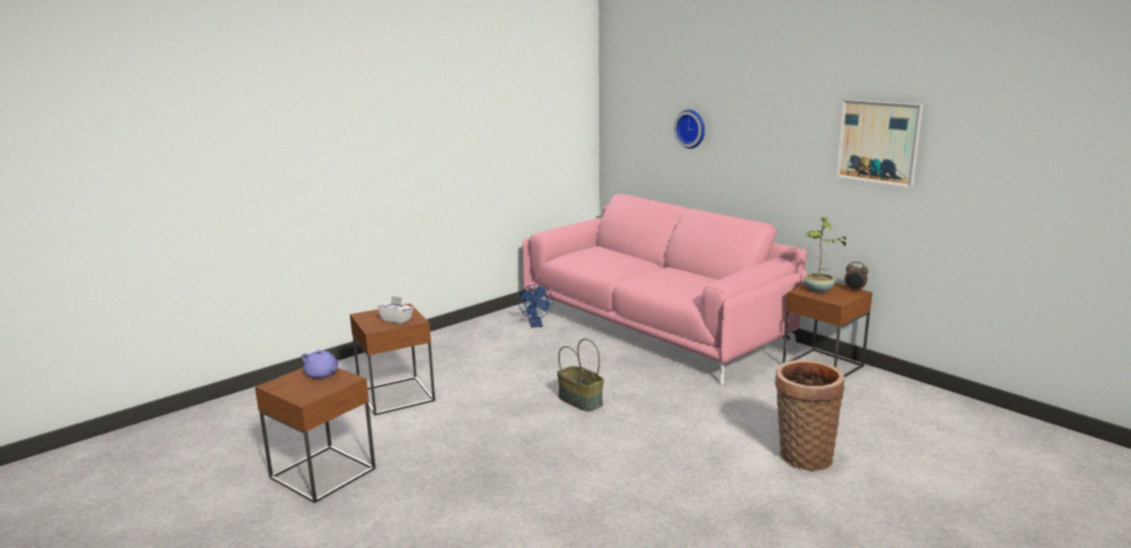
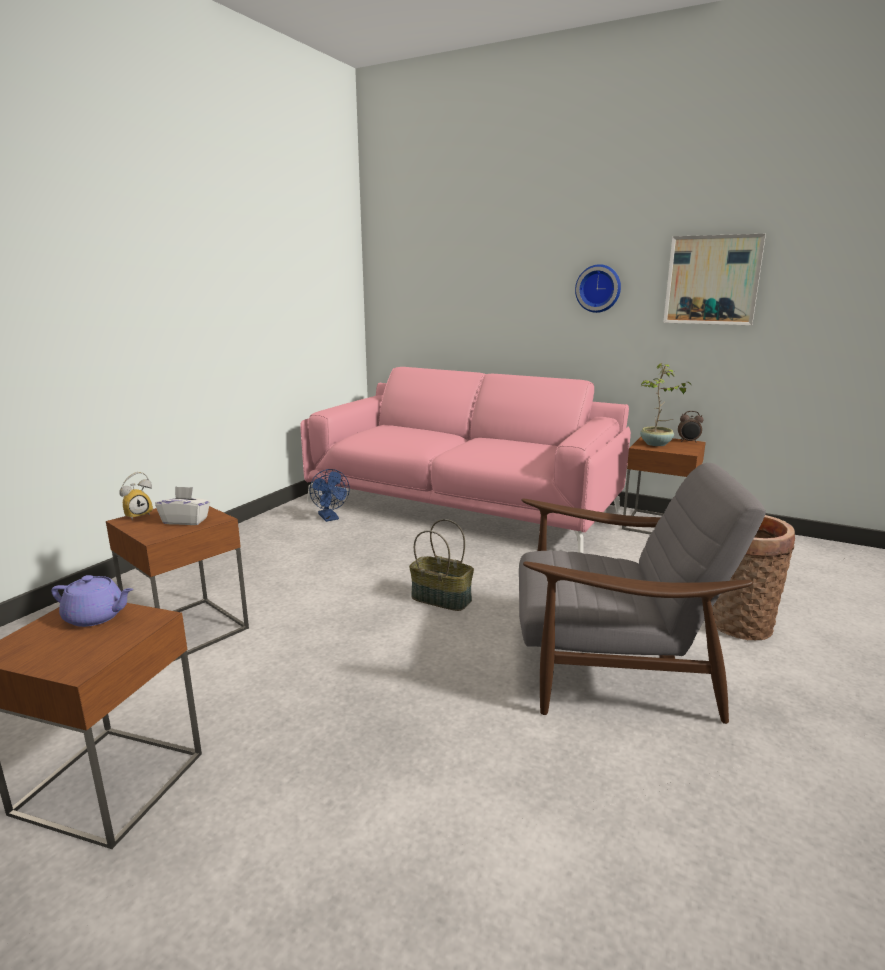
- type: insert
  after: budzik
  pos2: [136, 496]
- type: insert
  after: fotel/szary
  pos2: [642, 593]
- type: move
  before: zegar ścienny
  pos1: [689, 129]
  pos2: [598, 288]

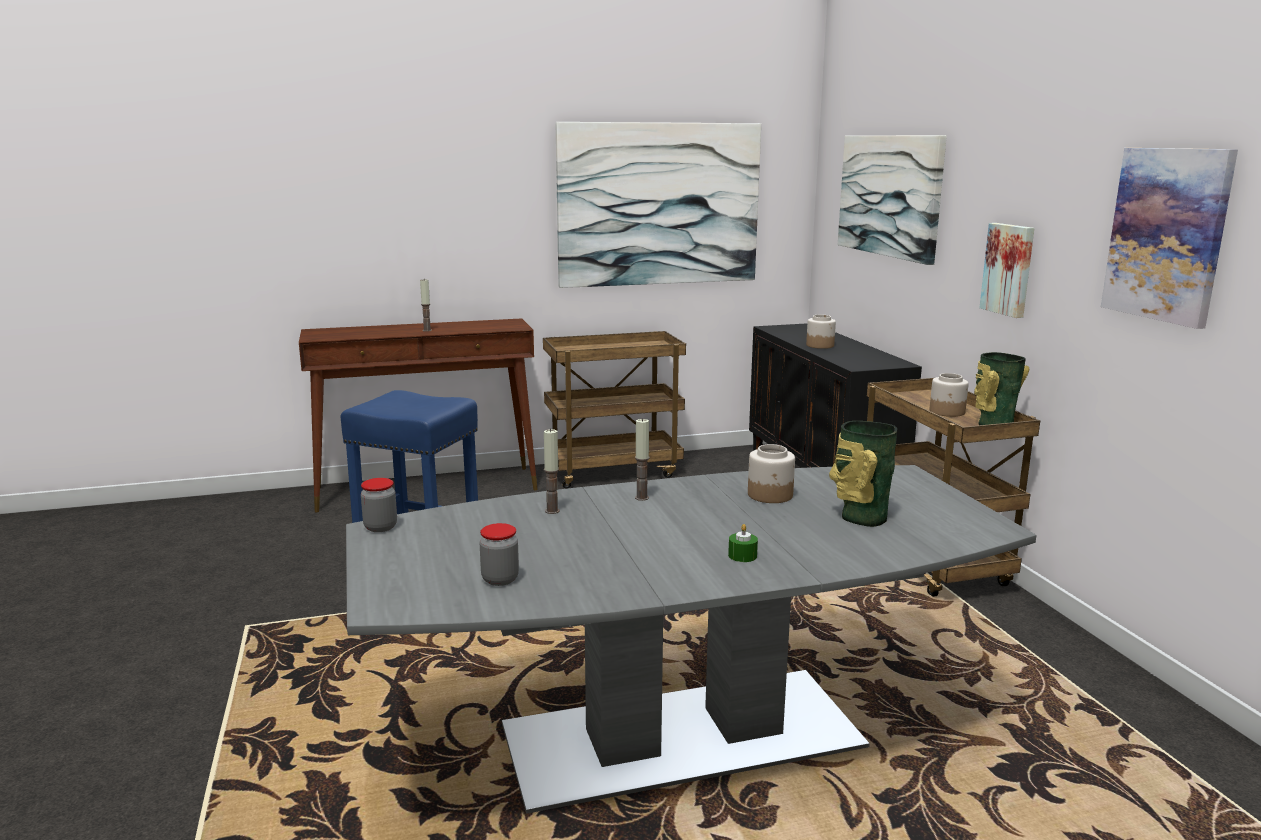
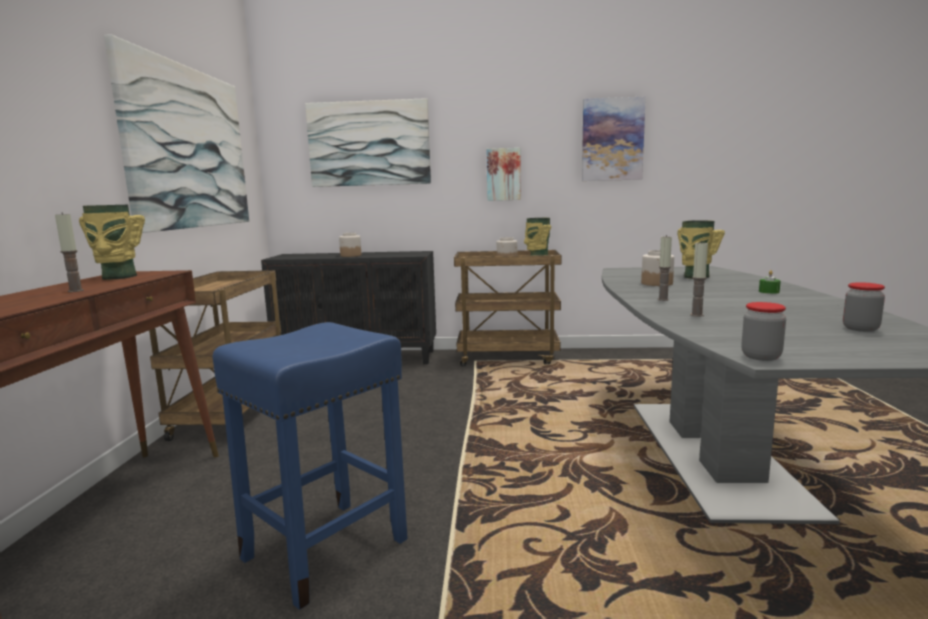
- type: insert
  after: wazon
  pos2: [112, 242]

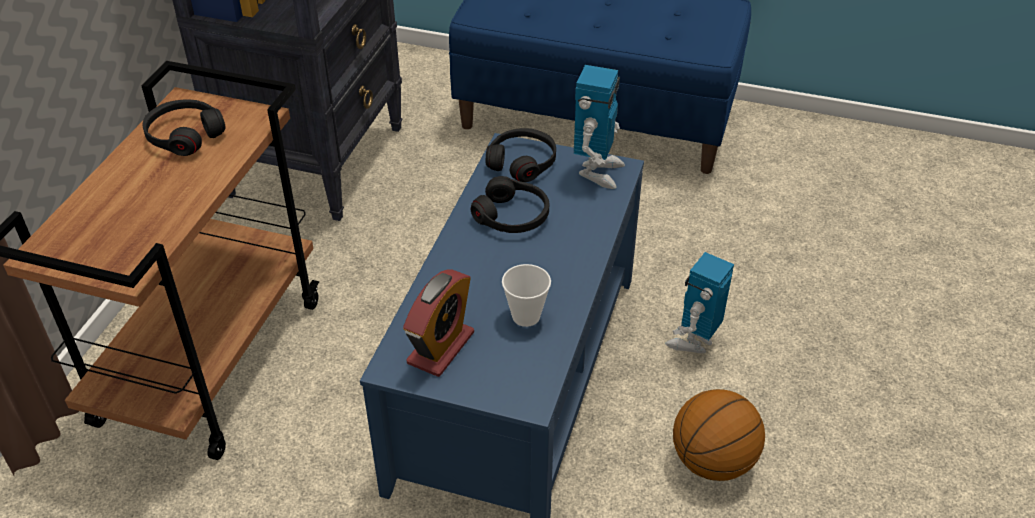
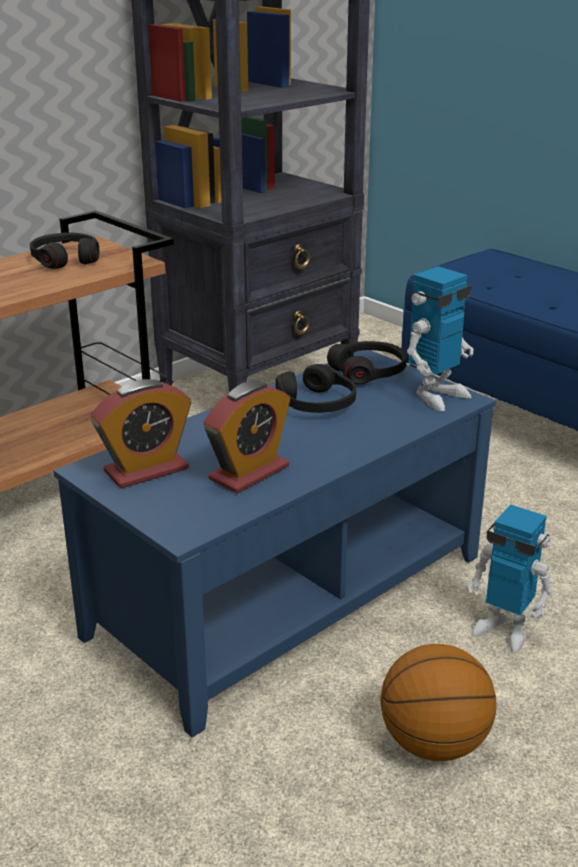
- type: replace
  before: filiżanka
  after: budzik
  pos1: [526, 295]
  pos2: [247, 437]
- type: rotate
  before: robot zabawkowy
  pos1: [700, 302]
  pos2: [510, 578]
  turn: -120

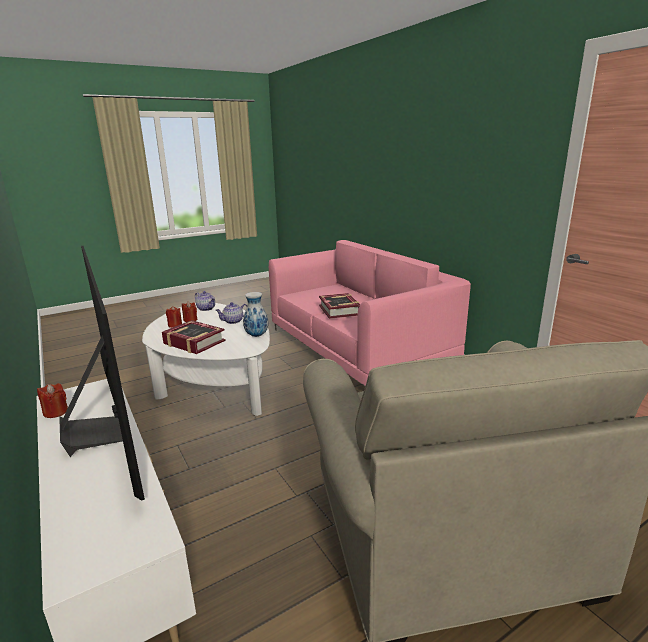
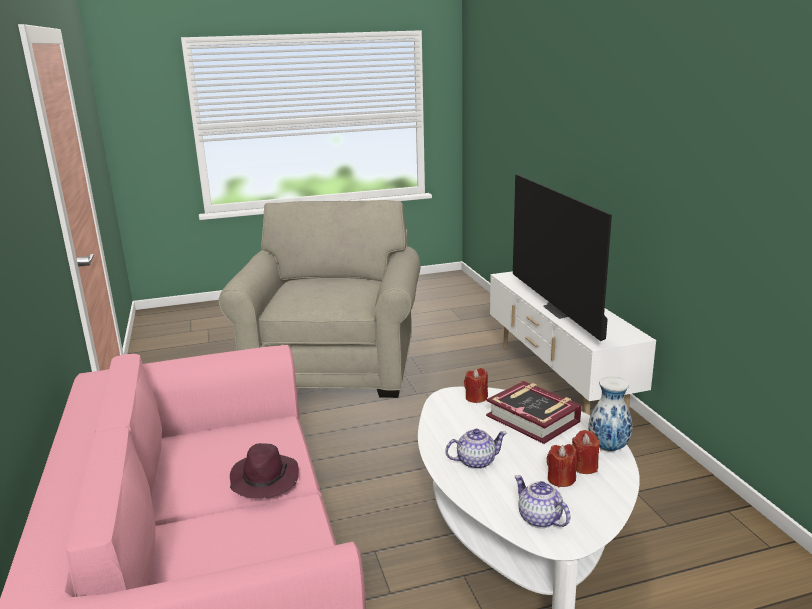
- type: move
  before: świeca/czerwony
  pos1: [52, 400]
  pos2: [476, 385]
- type: move
  before: wazon
  pos1: [256, 314]
  pos2: [610, 414]
- type: replace
  before: książka
  after: kapelusz/fioletowy
  pos1: [339, 306]
  pos2: [264, 470]

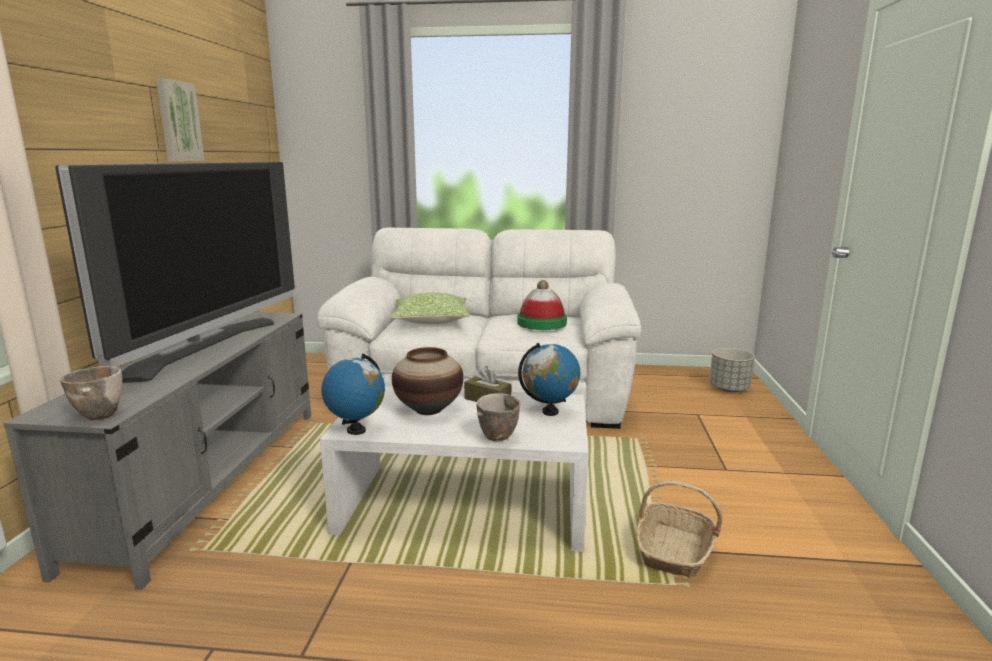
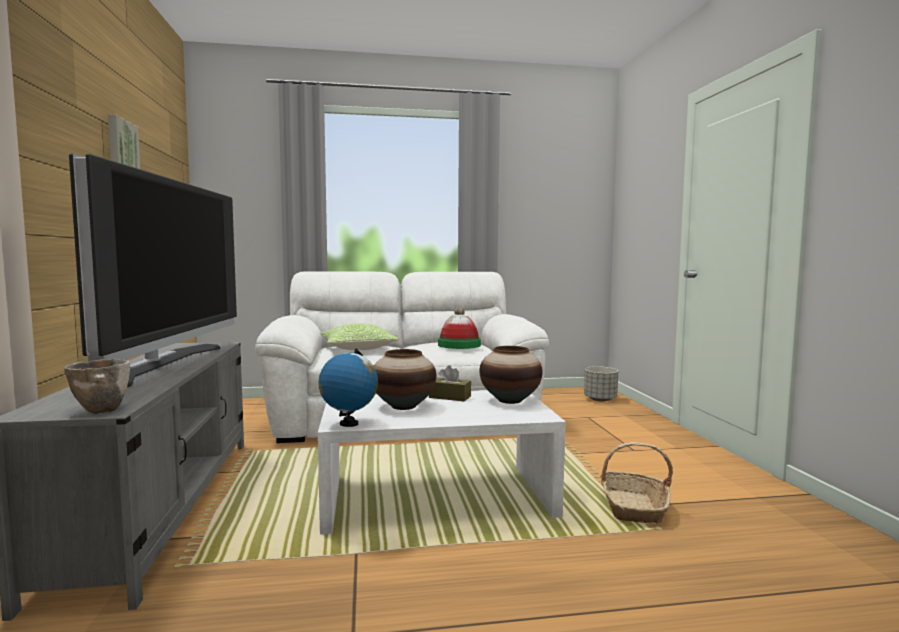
- type: delete
  before: miska
  pos1: [498, 417]
- type: replace
  before: globus
  after: wazon
  pos1: [549, 379]
  pos2: [511, 375]

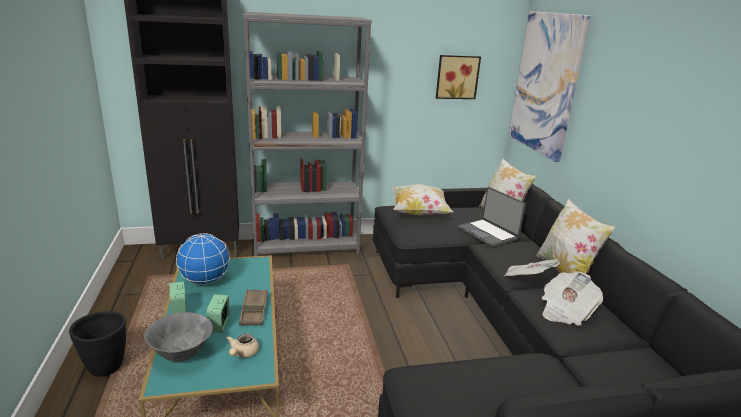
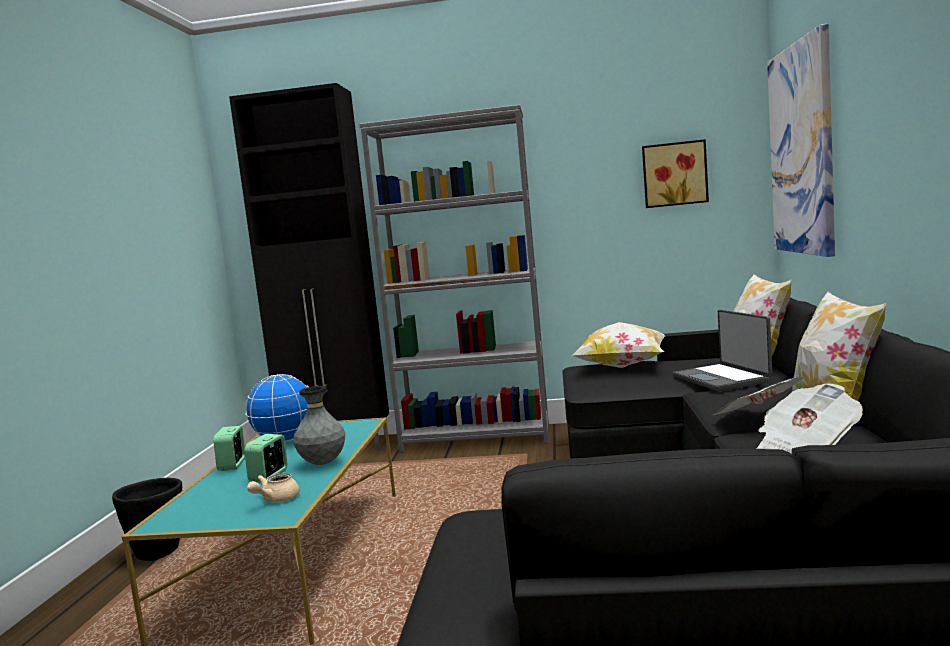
- type: delete
  before: miska/szary
  pos1: [178, 337]
- type: replace
  before: taca/brązowy
  after: wazon/szary
  pos1: [253, 307]
  pos2: [319, 425]

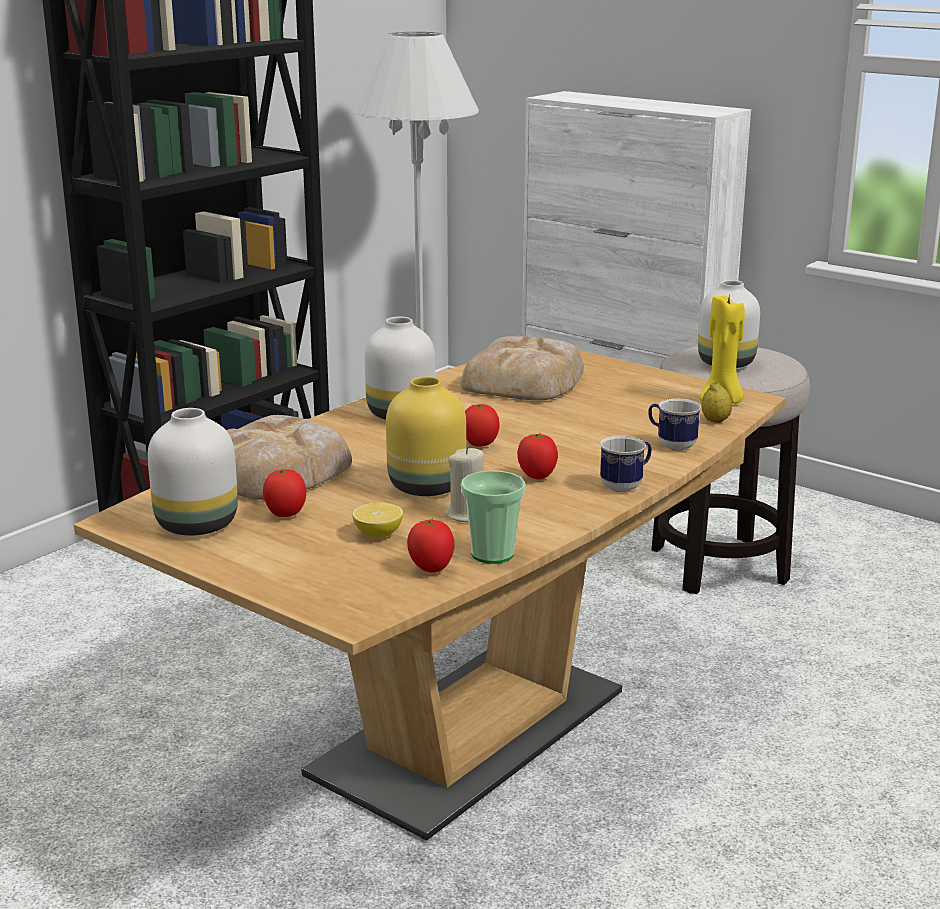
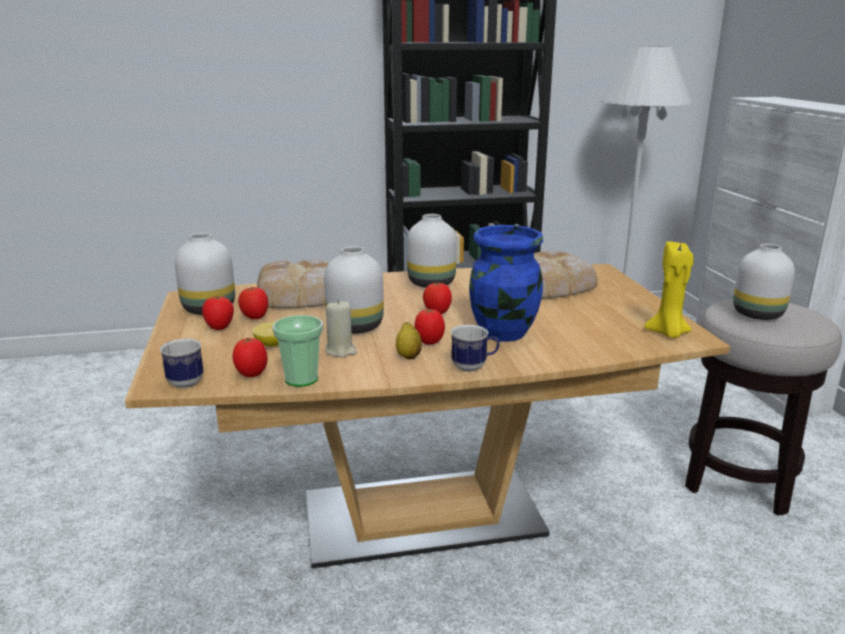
- type: insert
  after: pomidor
  pos2: [218, 313]
- type: insert
  after: wazon/niebieski
  pos2: [506, 283]
- type: move
  before: kubek
  pos1: [674, 425]
  pos2: [181, 363]
- type: move
  before: cytryna
  pos1: [717, 402]
  pos2: [409, 340]
- type: recolor
  before: wazon/żółty
  after: wazon/biały
  pos1: [426, 436]
  pos2: [354, 290]

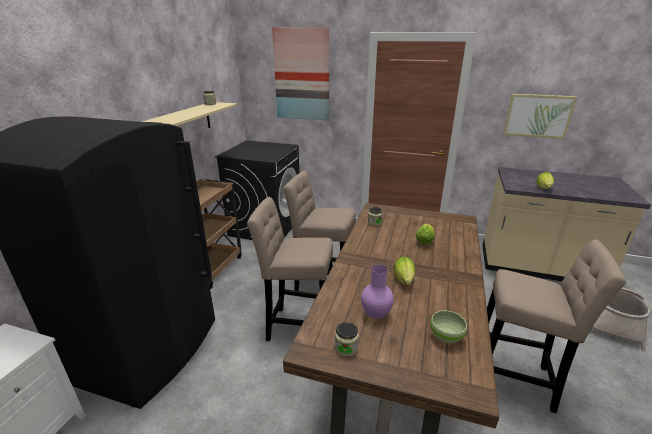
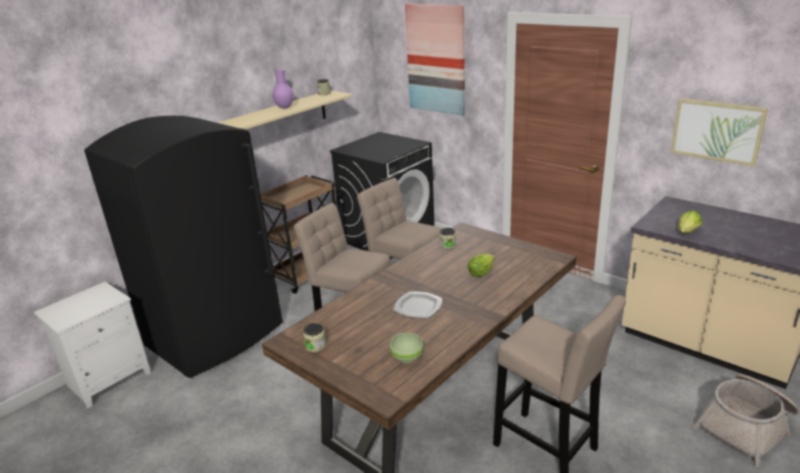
- type: move
  before: wazon/fioletowy
  pos1: [377, 291]
  pos2: [283, 89]
- type: replace
  before: sałata
  after: talerz
  pos1: [404, 271]
  pos2: [418, 304]

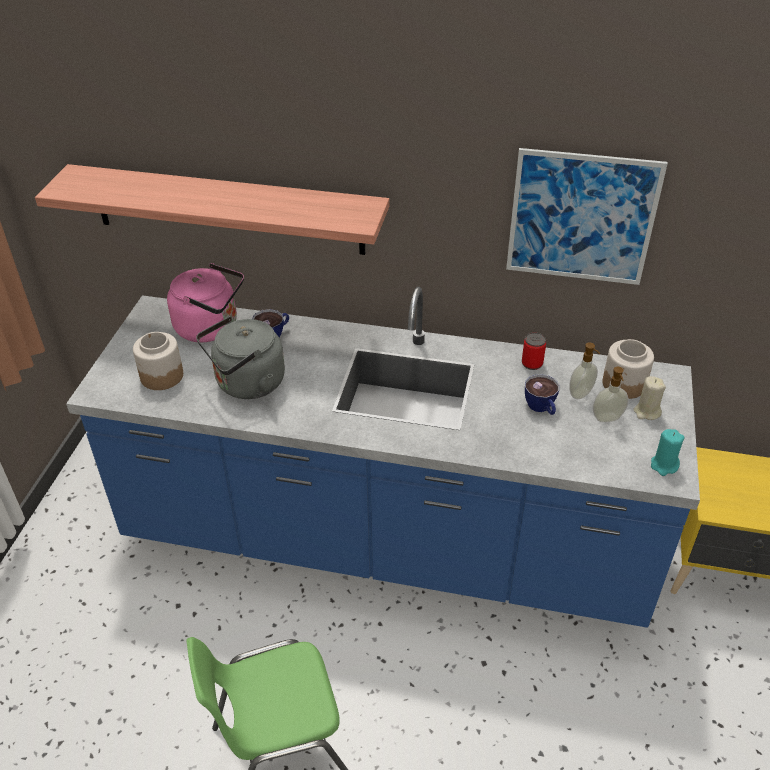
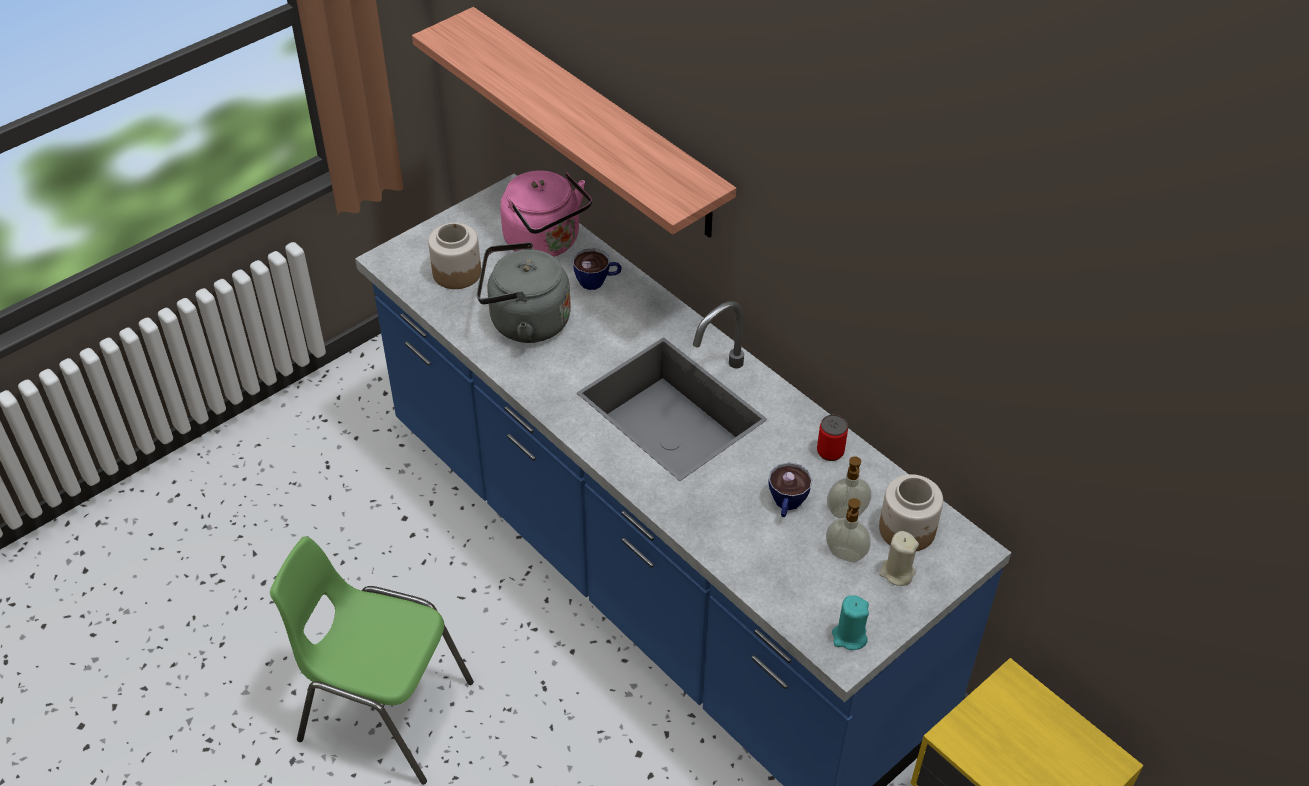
- type: delete
  before: obraz
  pos1: [587, 216]

